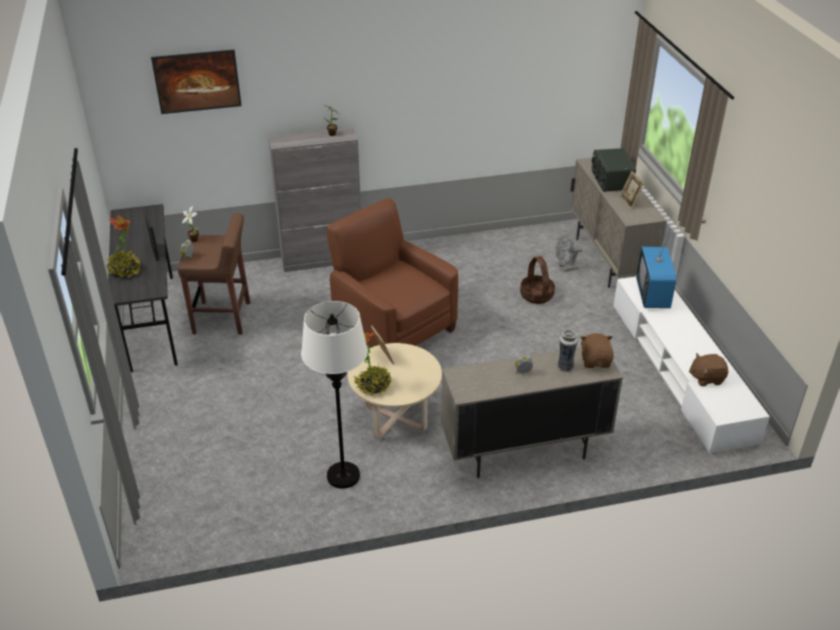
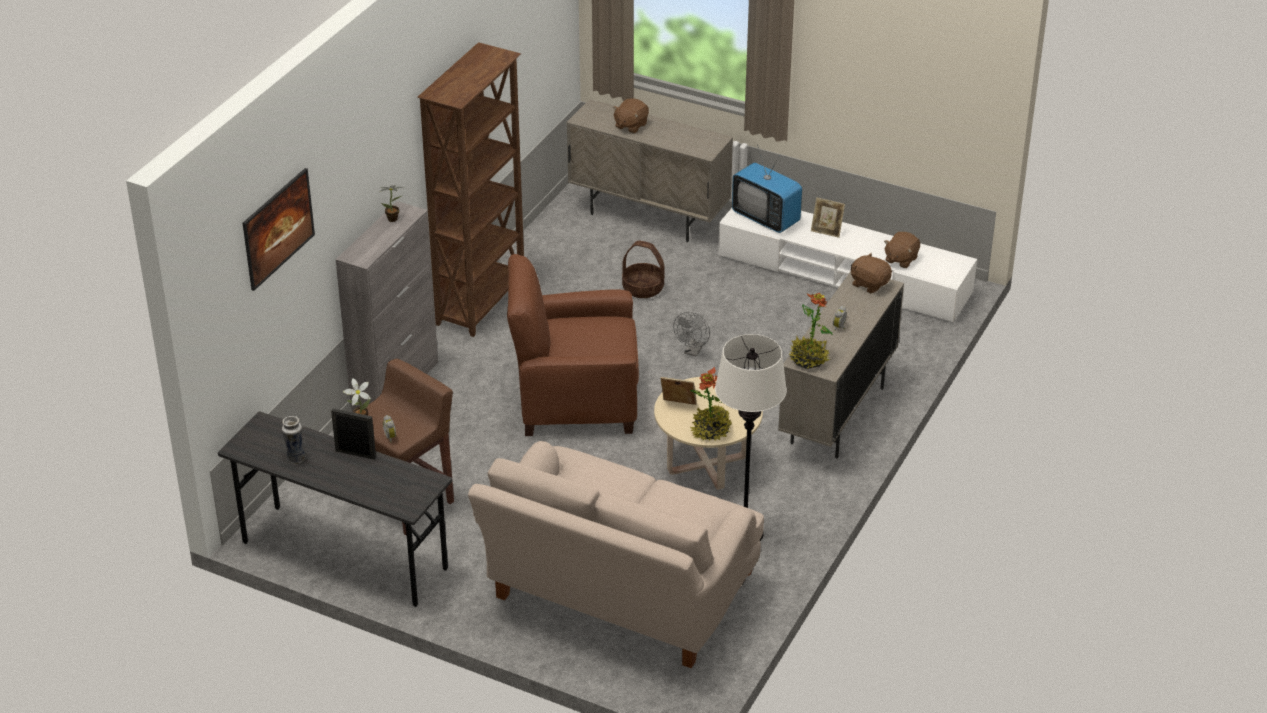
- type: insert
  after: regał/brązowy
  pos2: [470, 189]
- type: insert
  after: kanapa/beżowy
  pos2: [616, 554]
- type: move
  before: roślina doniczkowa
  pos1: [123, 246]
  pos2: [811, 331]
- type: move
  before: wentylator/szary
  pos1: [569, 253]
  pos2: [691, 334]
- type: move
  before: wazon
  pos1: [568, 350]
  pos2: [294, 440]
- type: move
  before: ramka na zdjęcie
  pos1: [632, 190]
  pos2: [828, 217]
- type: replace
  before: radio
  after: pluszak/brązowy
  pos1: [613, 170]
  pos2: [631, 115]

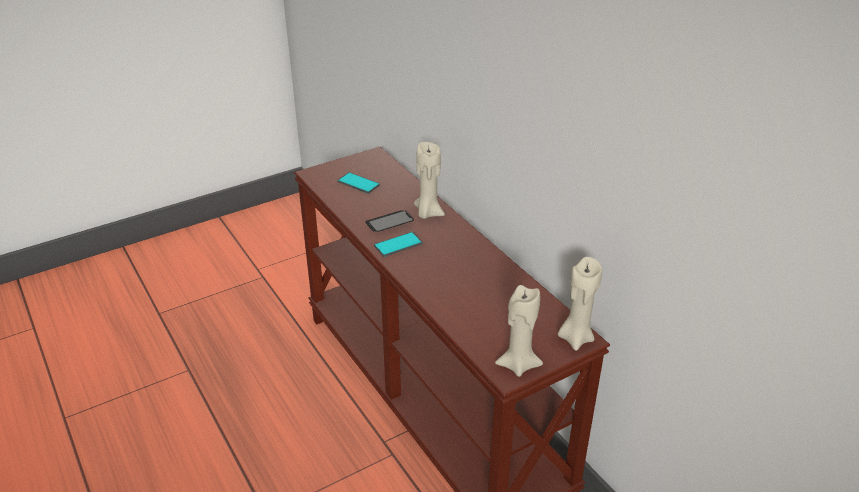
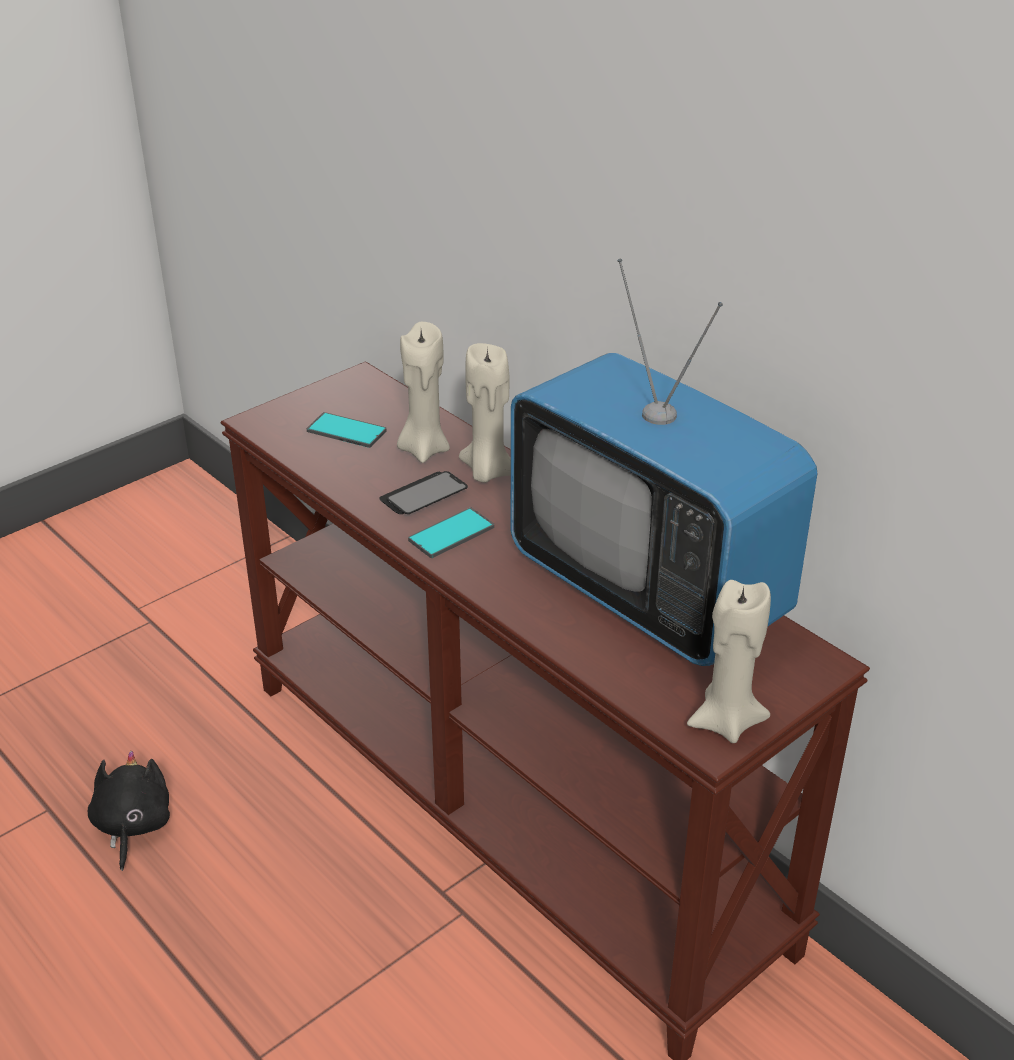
- type: insert
  after: pluszak/czarny
  pos2: [129, 811]
- type: insert
  after: telewizor
  pos2: [664, 462]
- type: move
  before: świeca/beżowy
  pos1: [580, 304]
  pos2: [423, 392]

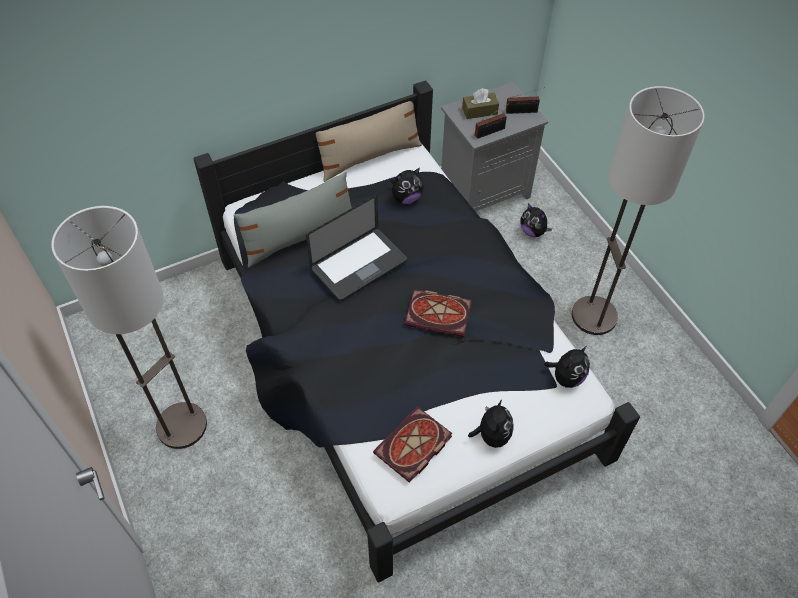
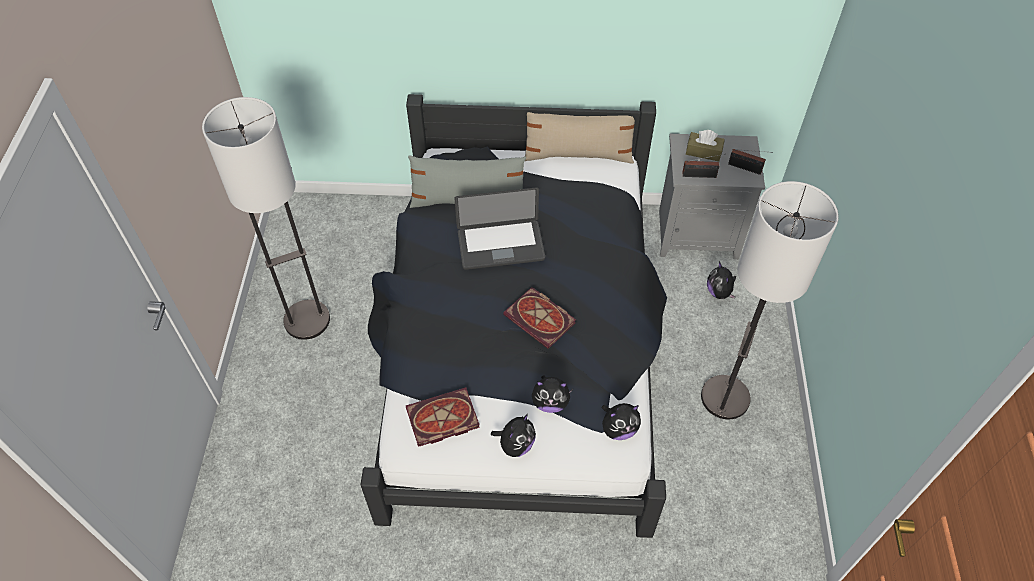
- type: move
  before: pluszak
  pos1: [407, 186]
  pos2: [552, 394]

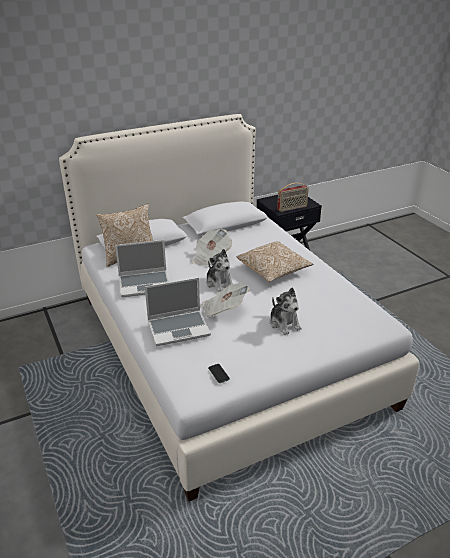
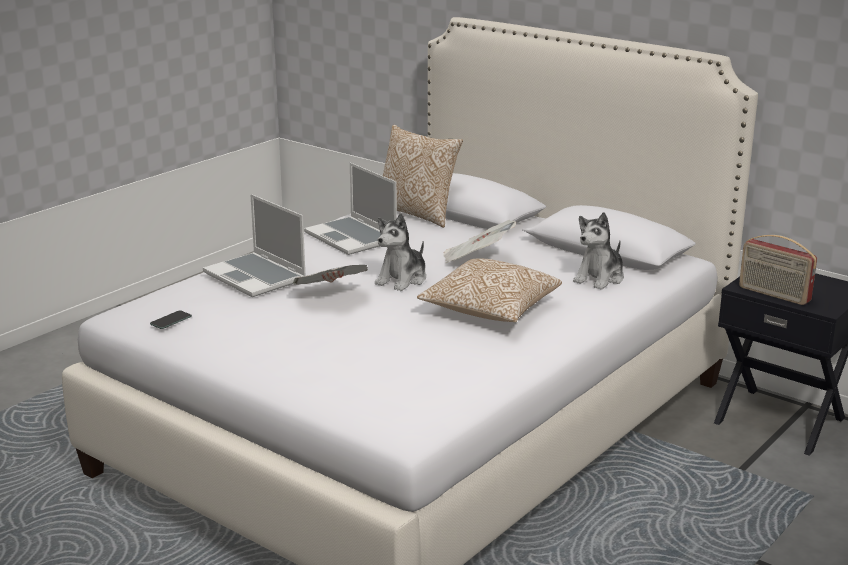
- type: move
  before: pluszak
  pos1: [286, 311]
  pos2: [598, 251]

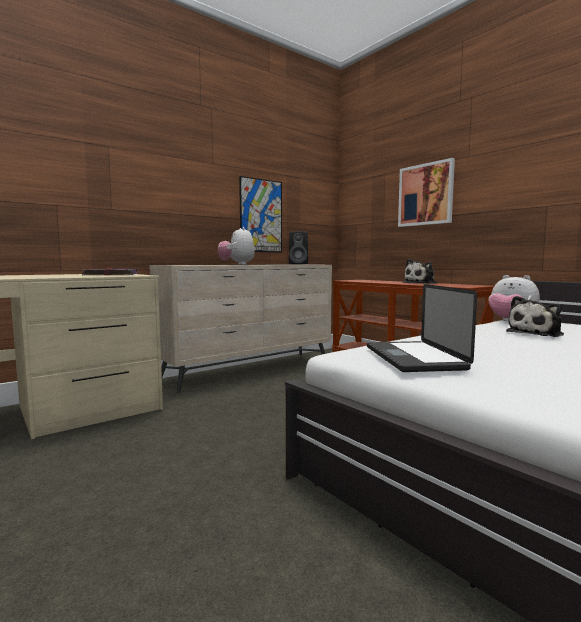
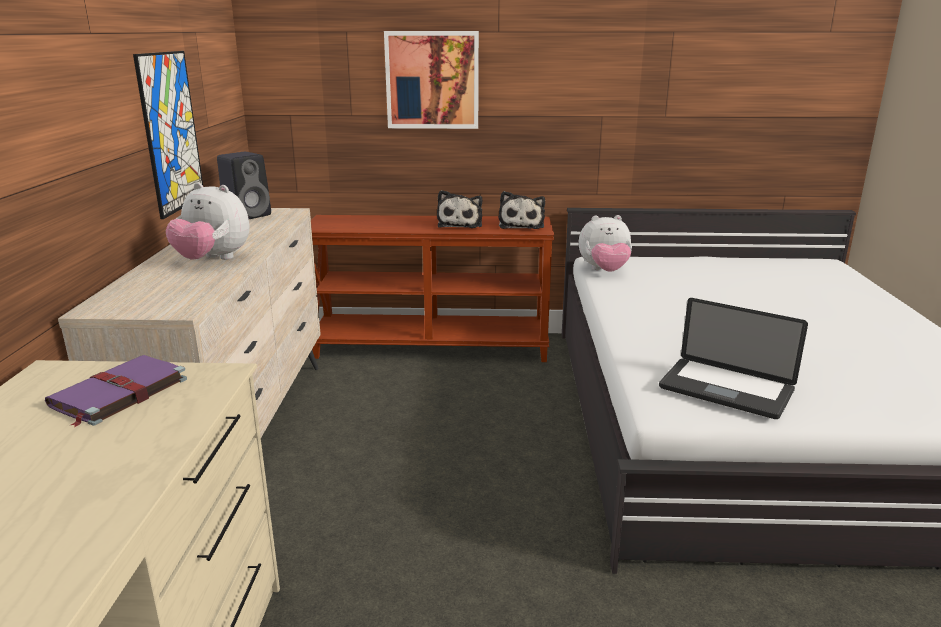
- type: move
  before: pluszak
  pos1: [535, 316]
  pos2: [522, 210]

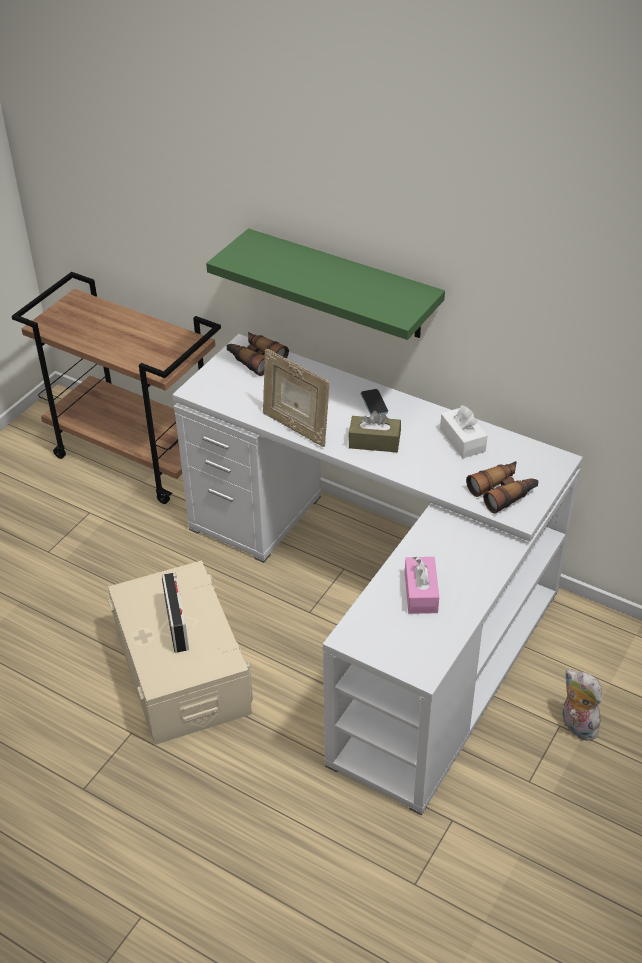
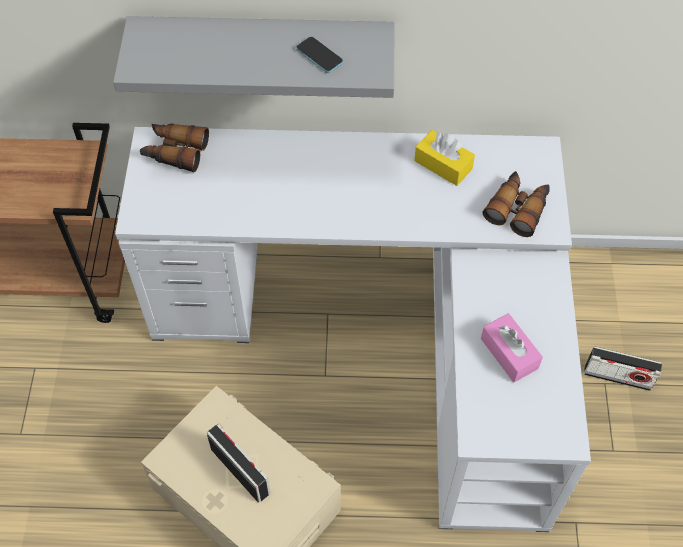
- type: delete
  before: ramka na zdjęcie
  pos1: [296, 397]
- type: delete
  before: pudełko chusteczek/brązowy
  pos1: [374, 431]
- type: move
  before: telefon
  pos1: [374, 402]
  pos2: [319, 54]
- type: replace
  before: pluszak
  after: radio
  pos1: [582, 705]
  pos2: [623, 368]
- type: recolor
  before: półka/zielony
  after: półka/szary
  pos1: [325, 284]
  pos2: [253, 57]
- type: recolor
  before: pudełko chusteczek/biały
  after: pudełko chusteczek/żółty
  pos1: [463, 431]
  pos2: [444, 158]

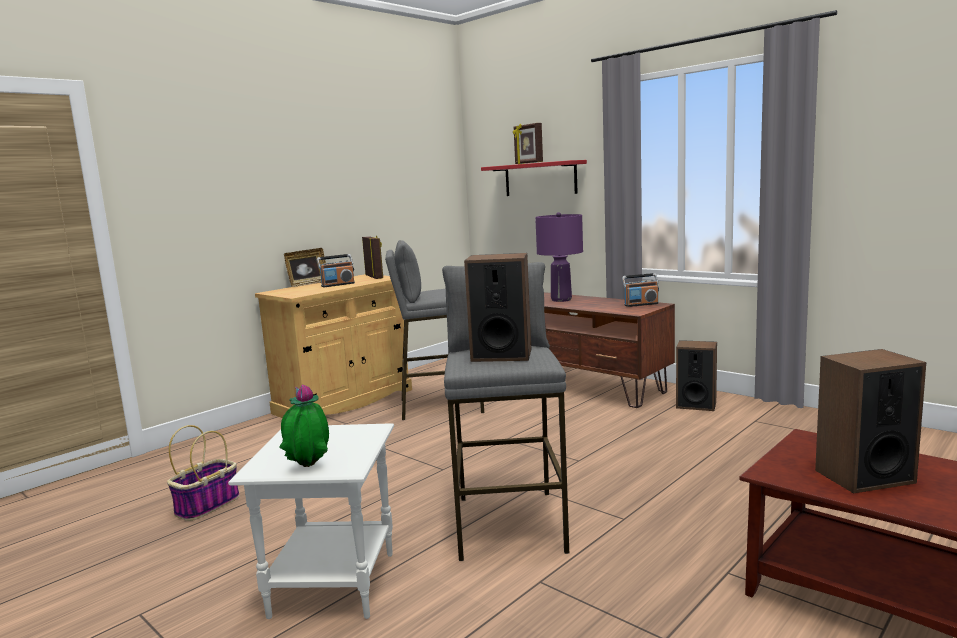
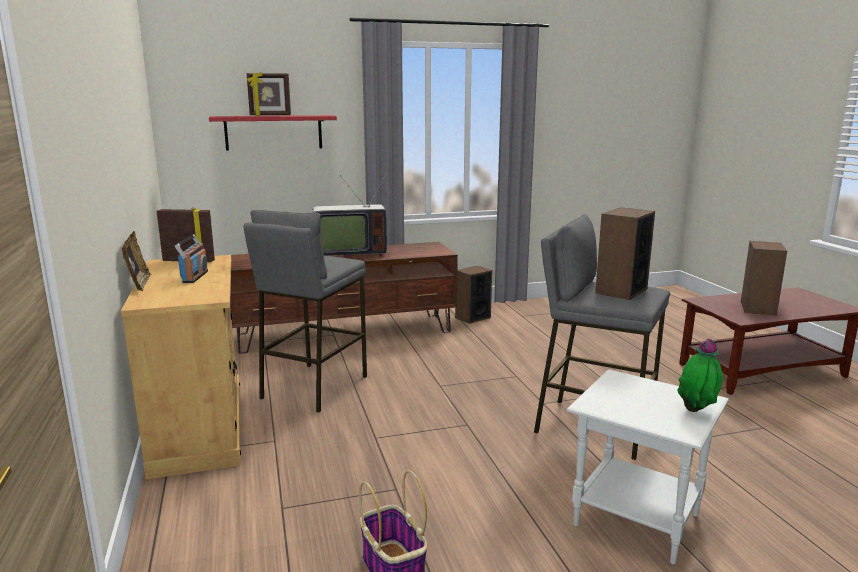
- type: delete
  before: radio
  pos1: [640, 290]
- type: replace
  before: lampa stołowa/fioletowy
  after: telewizor
  pos1: [559, 257]
  pos2: [349, 214]

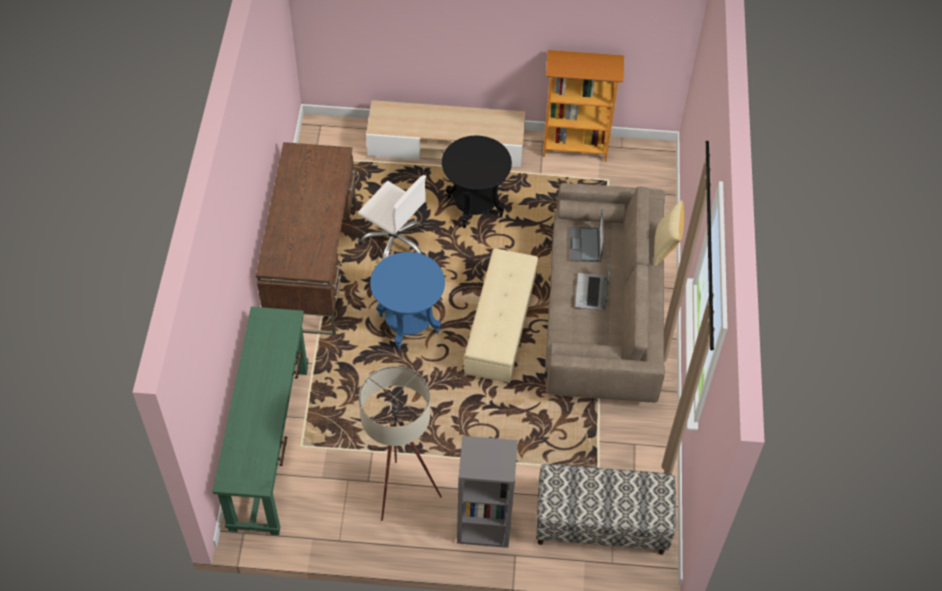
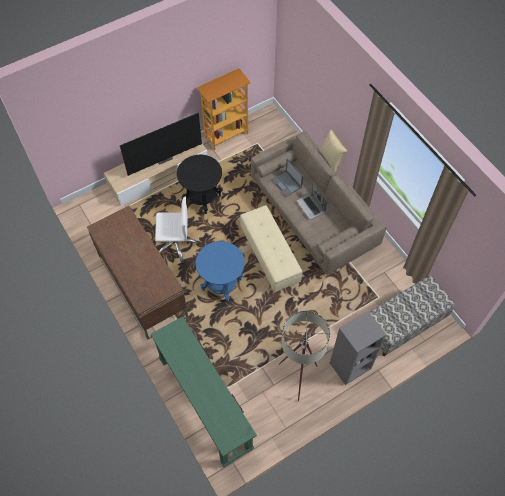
- type: insert
  after: telewizor
  pos2: [161, 144]

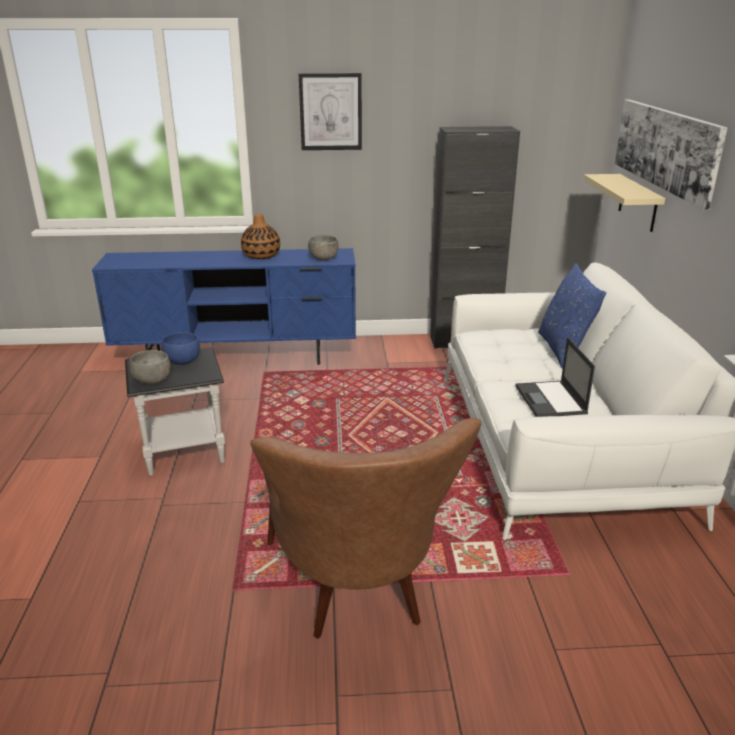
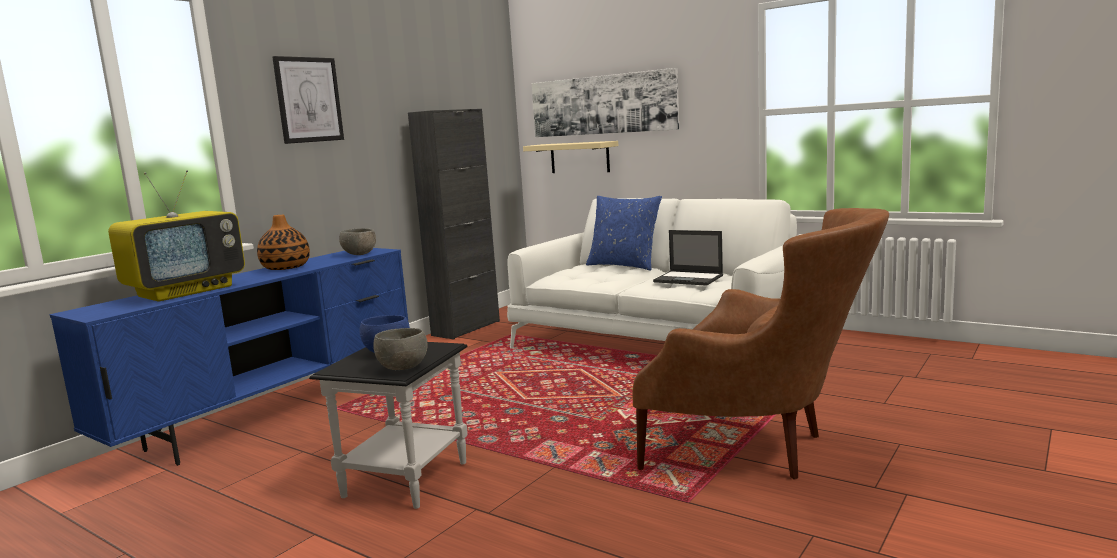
- type: insert
  after: telewizor
  pos2: [176, 236]

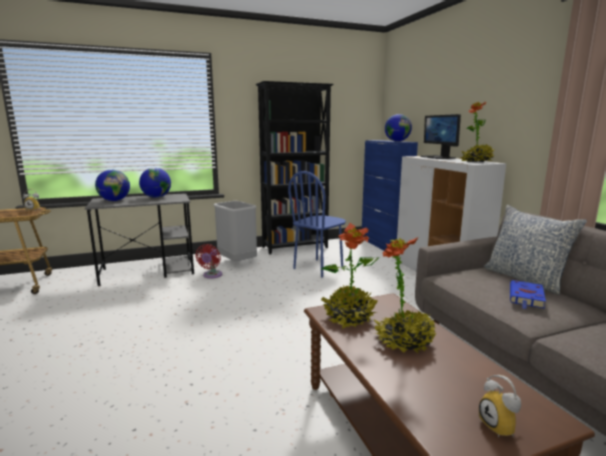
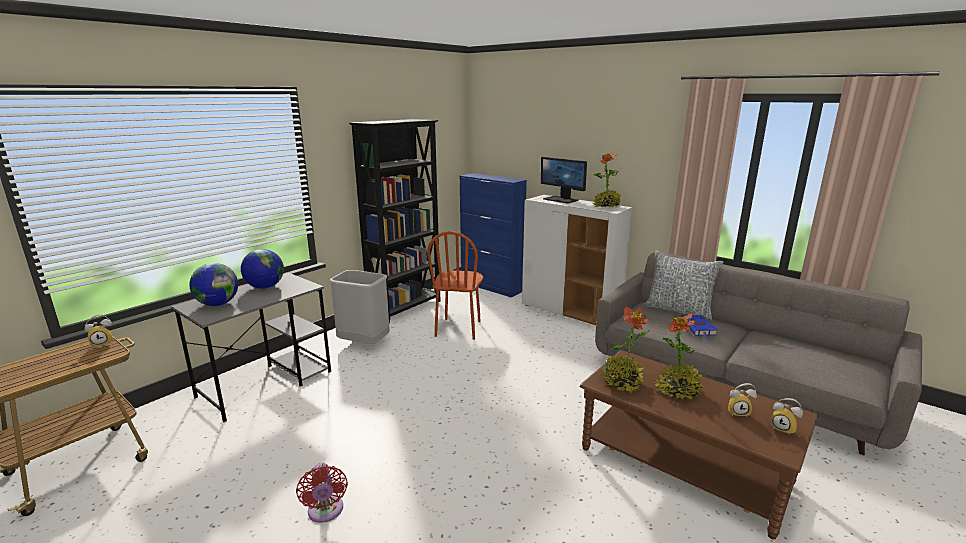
- type: delete
  before: globus
  pos1: [398, 128]
- type: insert
  after: budzik
  pos2: [742, 400]
- type: move
  before: wentylator/czerwony
  pos1: [209, 261]
  pos2: [322, 493]
- type: recolor
  before: krzesło/niebieski
  after: krzesło/brązowy
  pos1: [317, 224]
  pos2: [455, 285]

